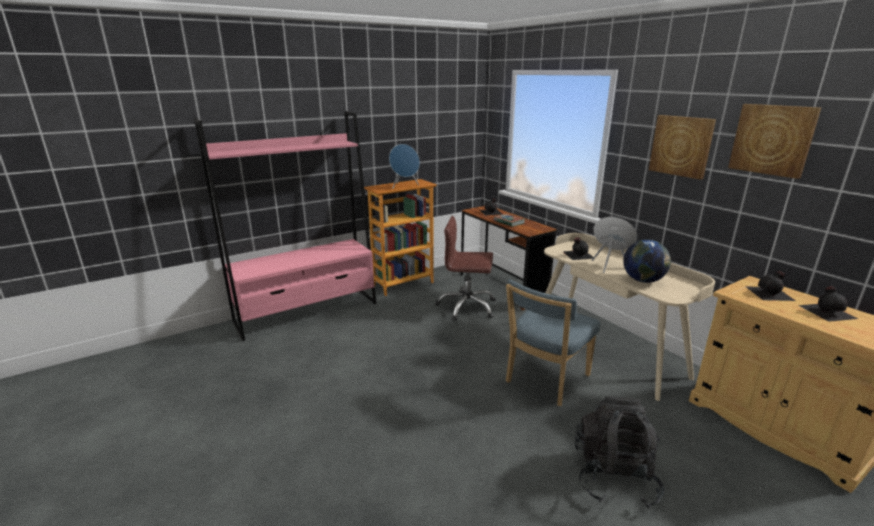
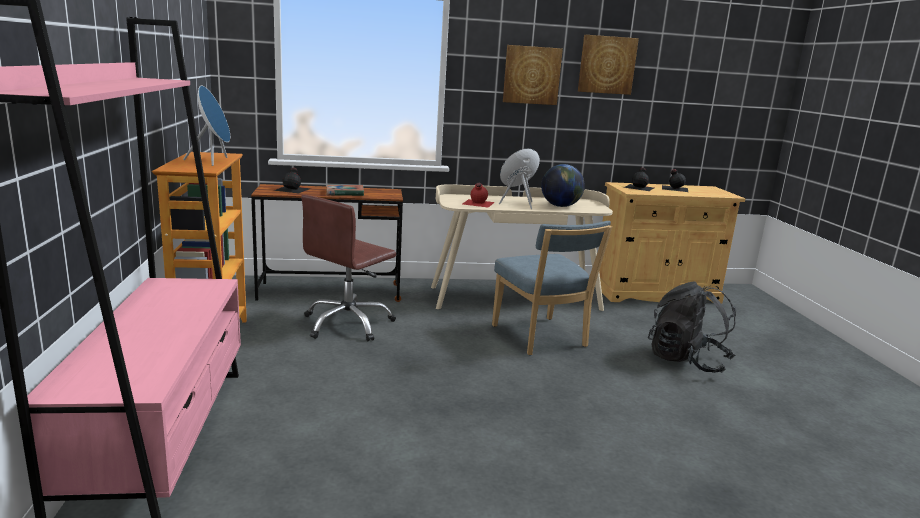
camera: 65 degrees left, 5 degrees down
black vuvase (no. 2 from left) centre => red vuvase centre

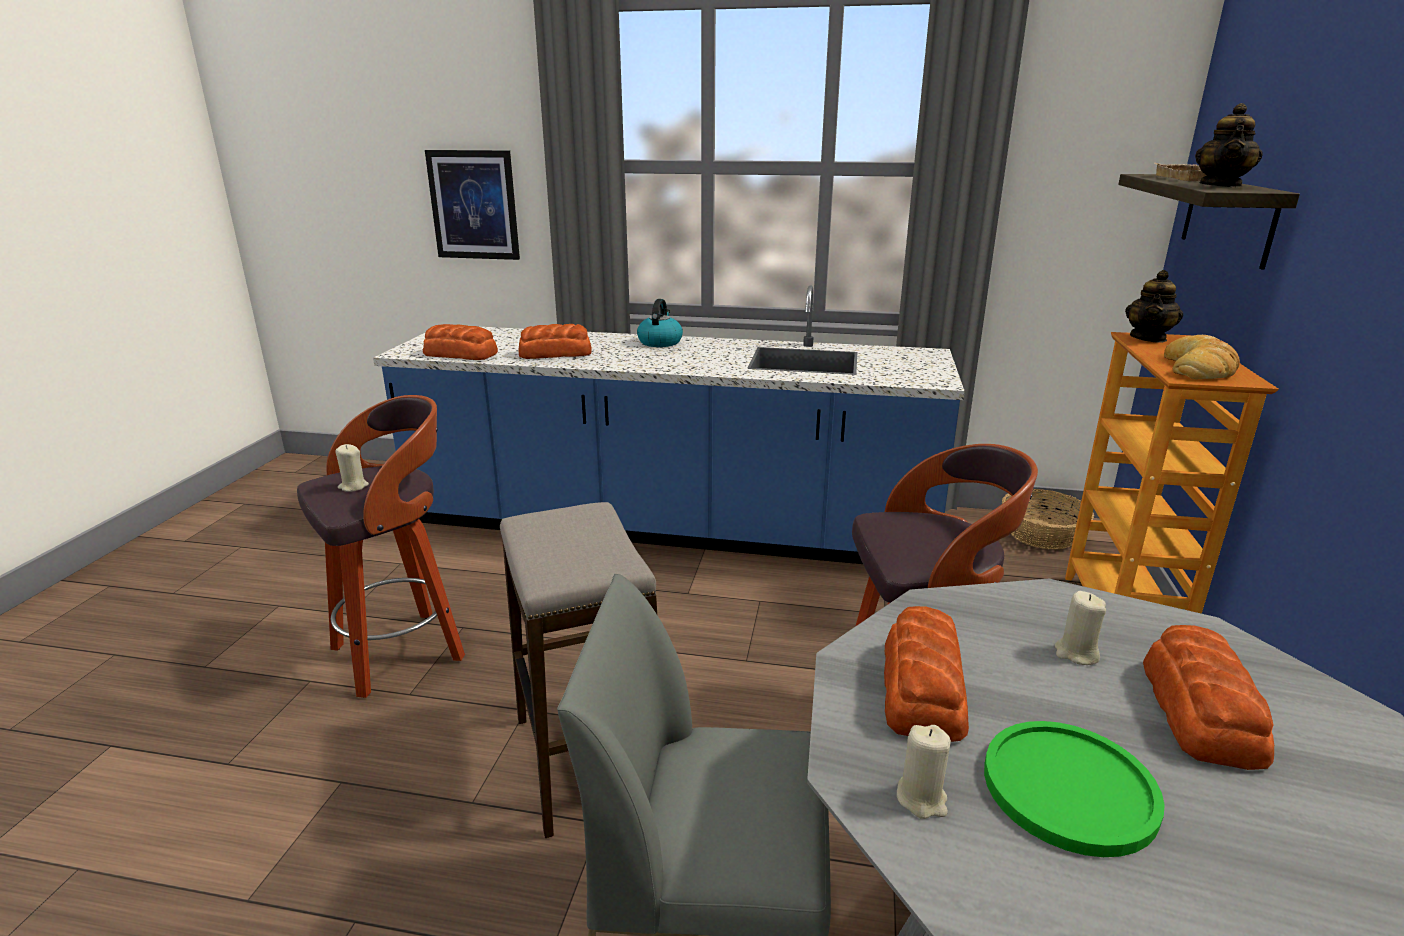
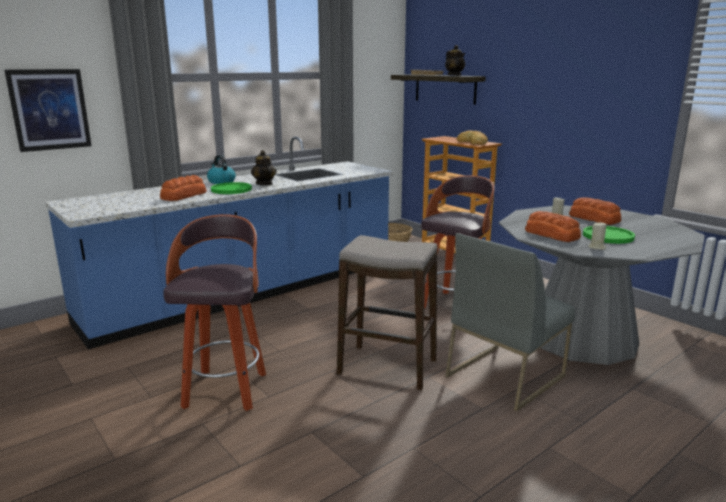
camera: 50 degrees left, 5 degrees down
nothing => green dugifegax (no. 1 from left) middle left
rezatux (no. 1 from left) top right => rezatux (no. 1 from left) top centre, shifted
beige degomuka (no. 1 from left) middle left => nothing
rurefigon (no. 1 from left) middle left => nothing

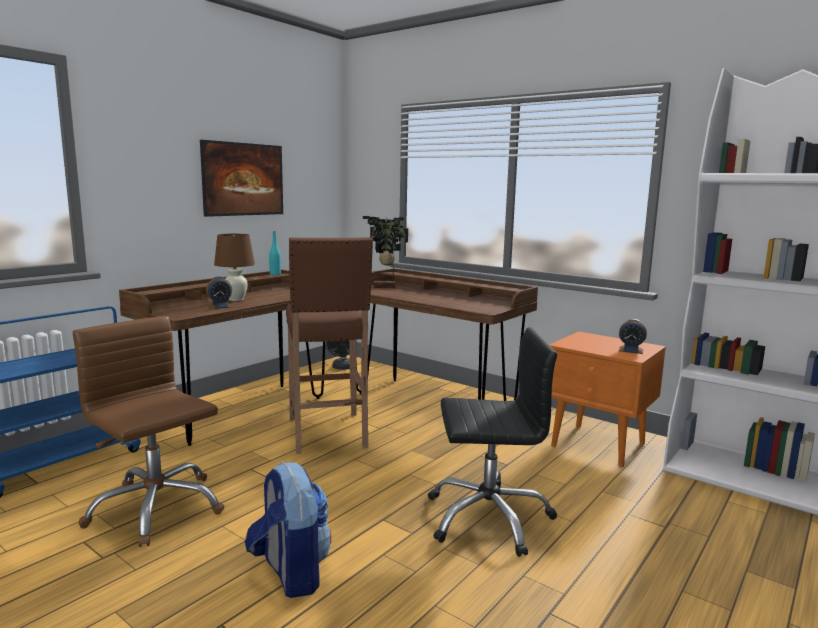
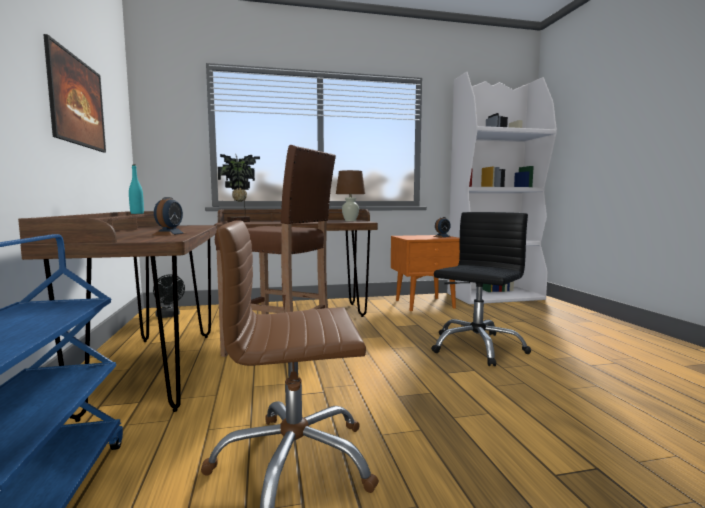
camera: 50 degrees left, 5 degrees down
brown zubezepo middle left => brown zubezepo centre, shifted
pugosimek bottom centre => nothing

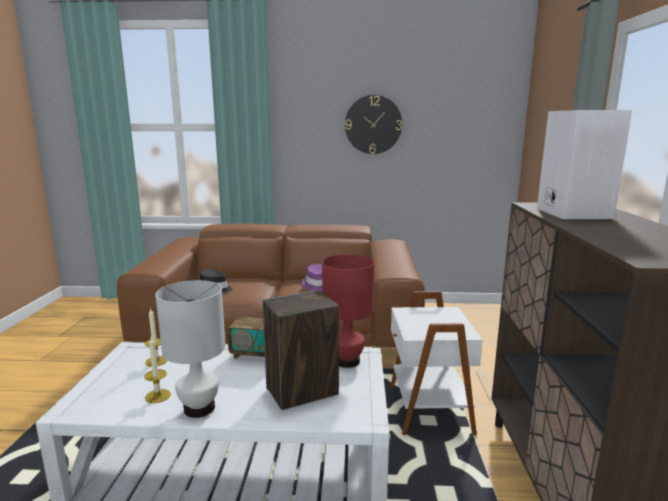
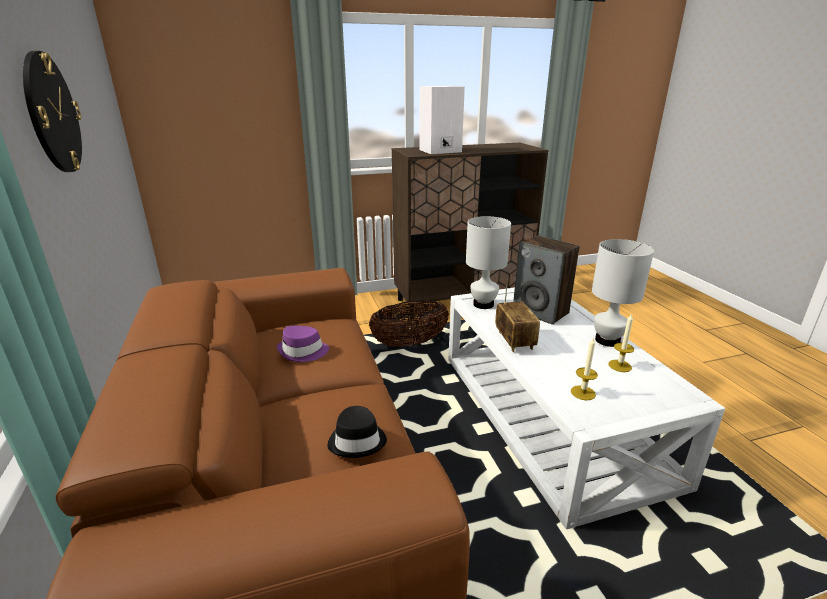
camera: 110 degrees left, 10 degrees up
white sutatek bottom centre => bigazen centre
red zubezepo centre => white zubezepo (no. 1 from left) centre

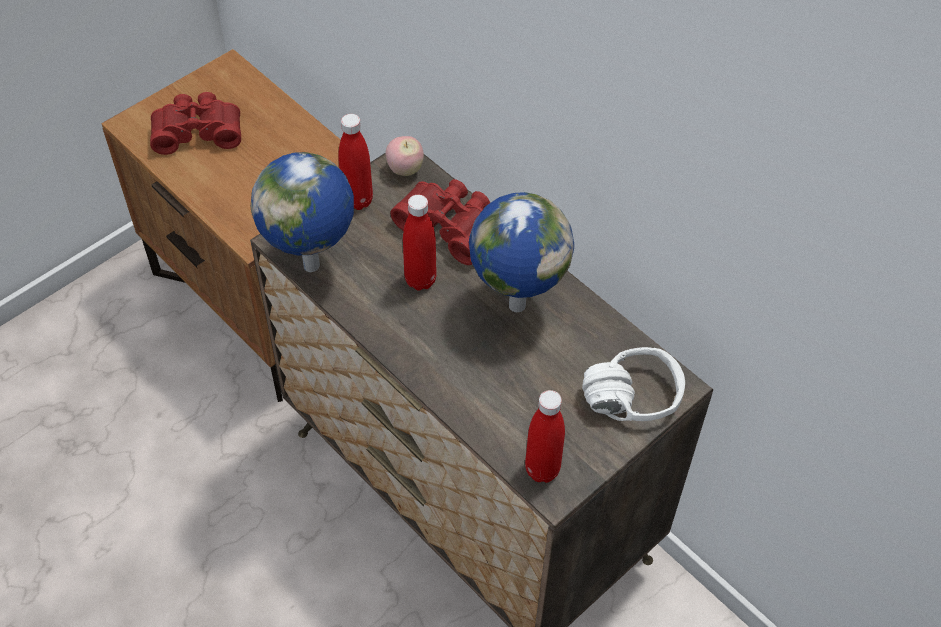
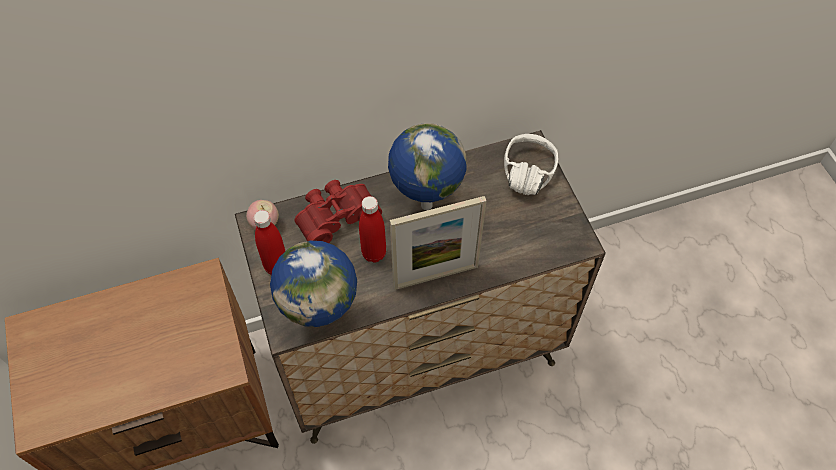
camera: 65 degrees left, 5 degrees up
nothing => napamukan centre
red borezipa (no. 1 from left) top left => nothing
red vuvase (no. 3 from left) bottom centre => nothing

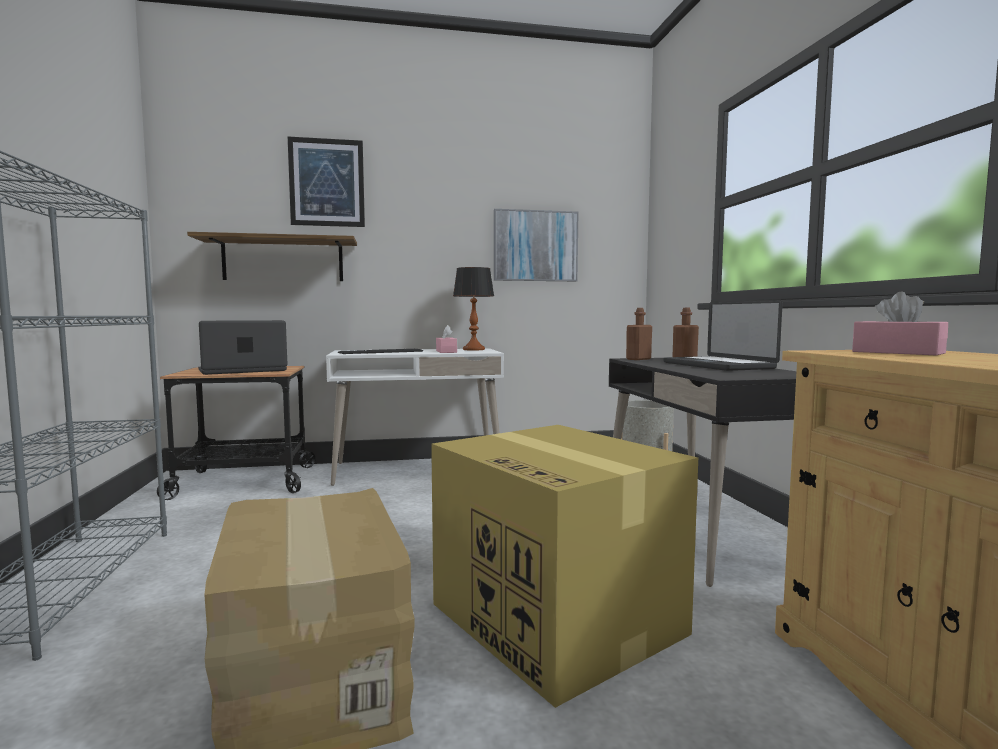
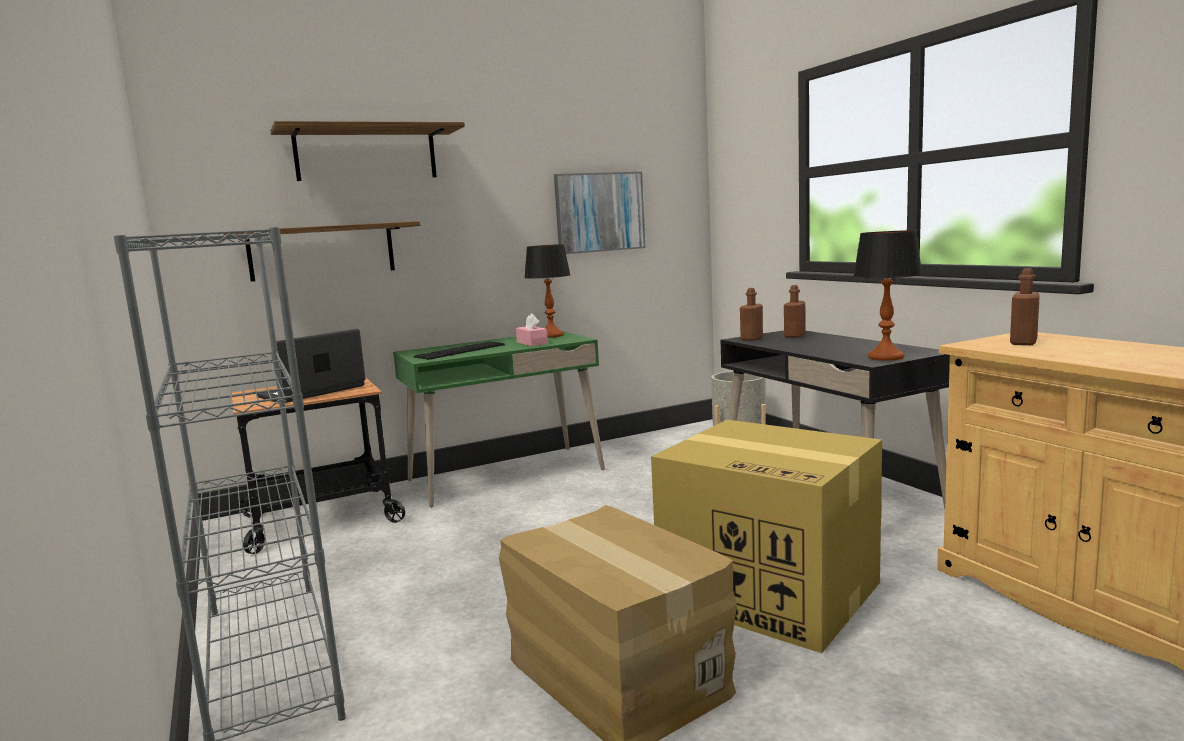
camera: 15 degrees left, 5 degrees up
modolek (no. 1 from left) top left => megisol (no. 2 from left) top left
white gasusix centre => green gasusix centre
nothing => zubezepo (no. 2 from left) middle right
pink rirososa (no. 2 from left) middle right => brown vuvase (no. 3 from left) middle right
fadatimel (no. 2 from left) middle right => nothing

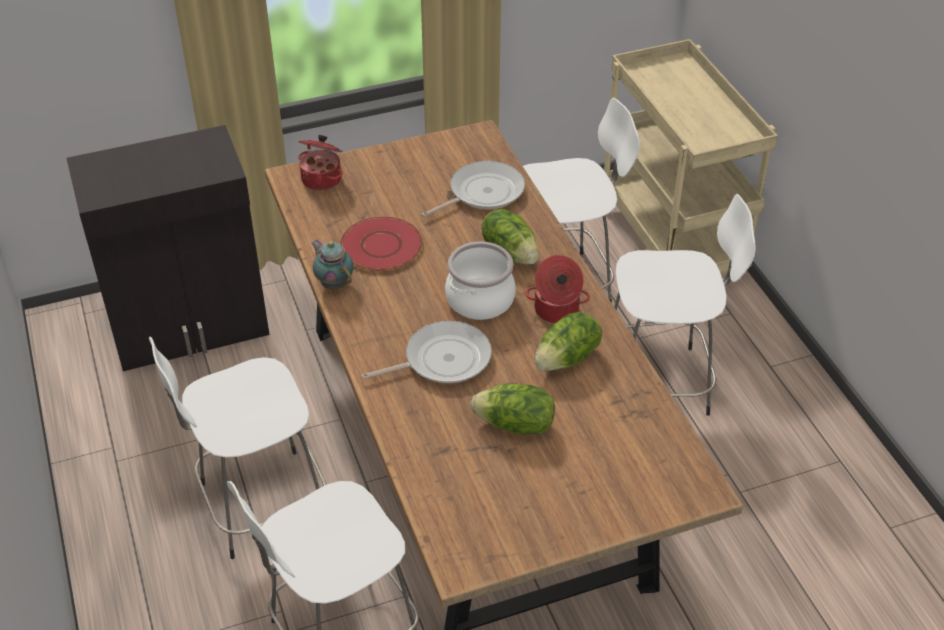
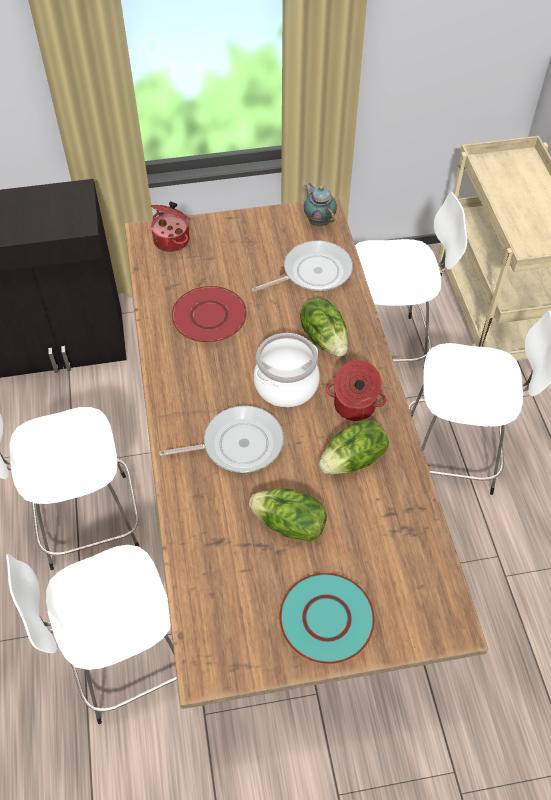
camera: 10 degrees right, 10 degrees up
nothing => turquoise dugifegax bottom centre
rezatux centre => rezatux top centre, shifted

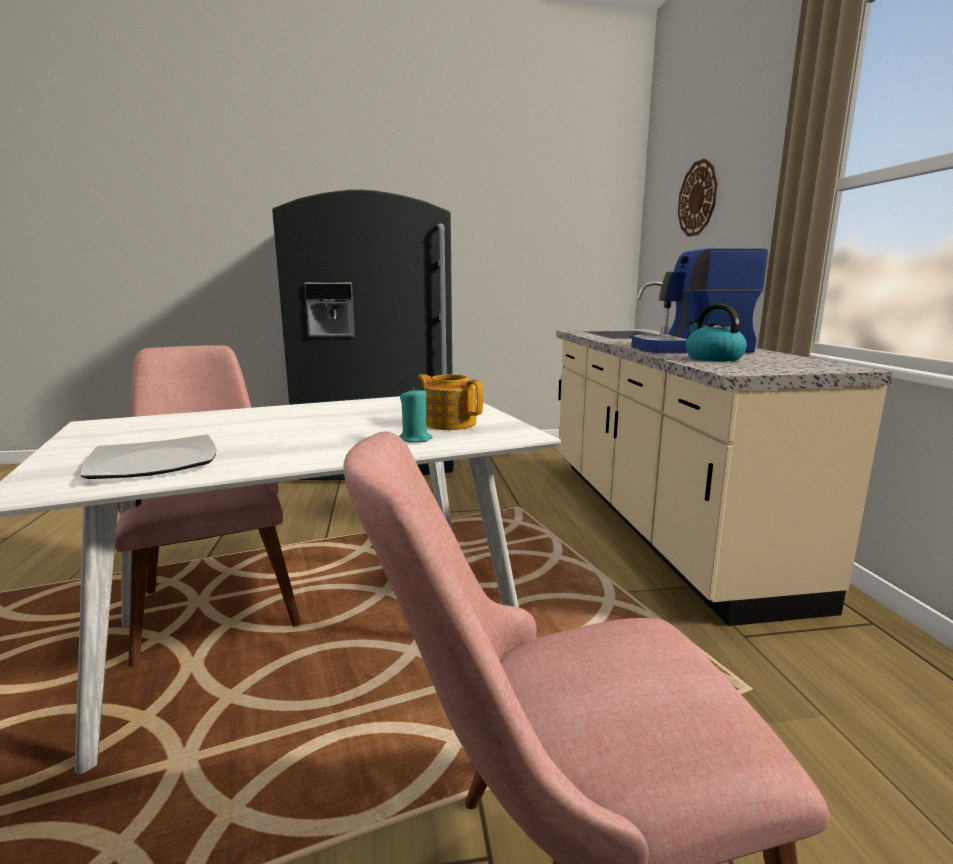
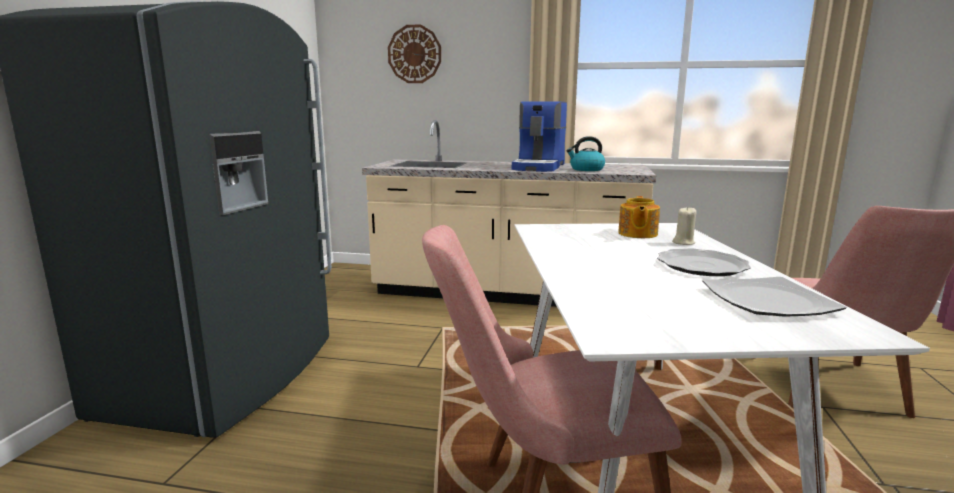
camera: 70 degrees left, 0 degrees up
rezatux centre => rezatux middle right, 45 degrees counterclockwise
nothing => dugifegax (no. 1 from left) middle right
turquoise degomuka centre => beige degomuka middle right

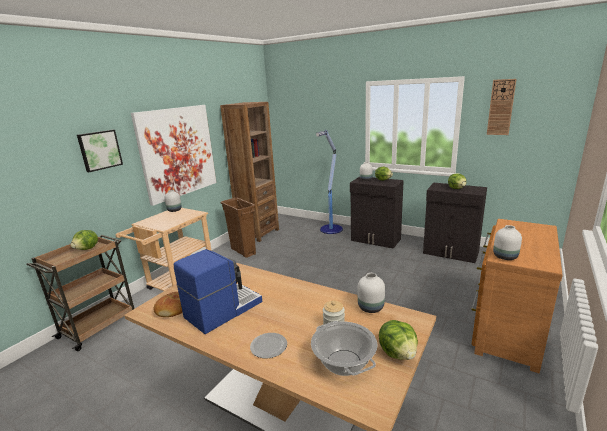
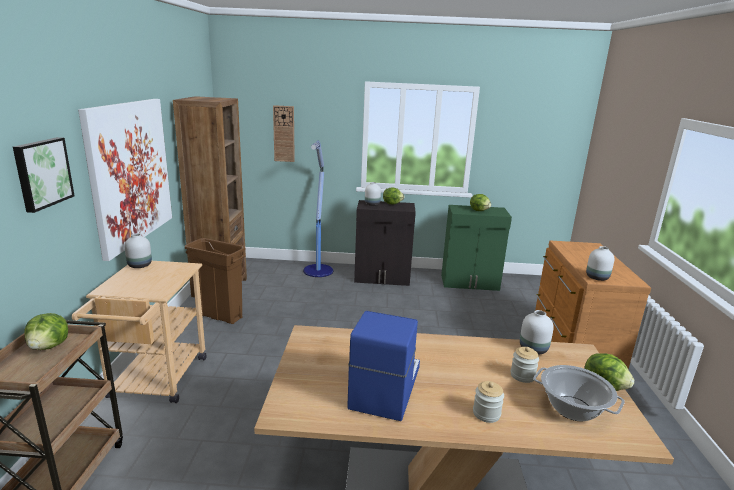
camera: 30 degrees left, 0 degrees up
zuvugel top right => zuvugel top centre, shifted
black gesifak (no. 2 from left) middle right => green gesifak centre
dugifegax bottom centre => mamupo (no. 1 from left) bottom centre
rurefigon bottom left => nothing

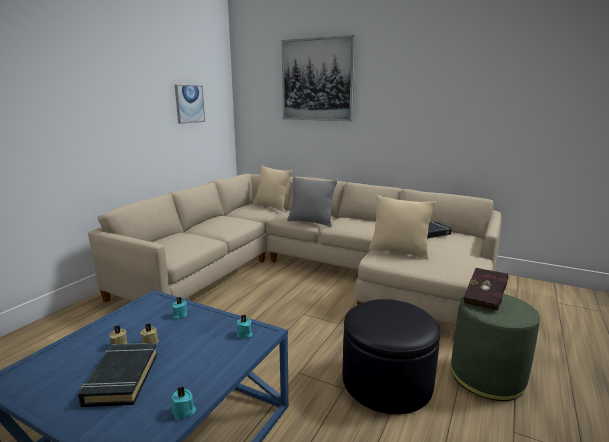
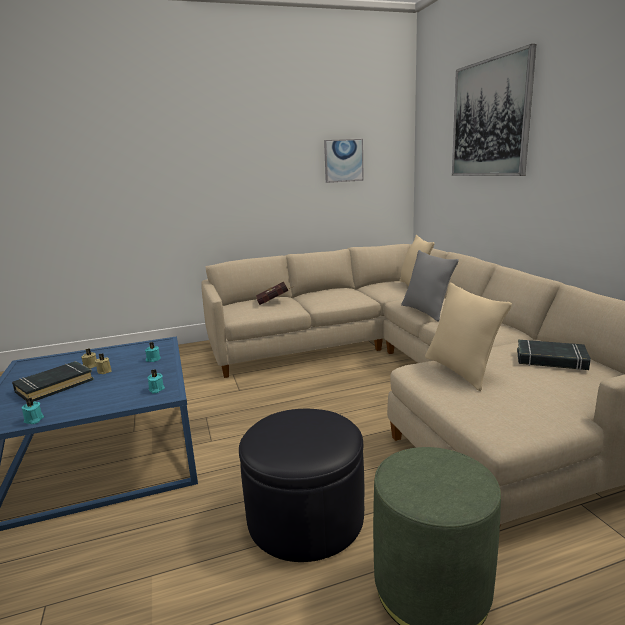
camera: 45 degrees right, 0 degrees up
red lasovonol middle right => red lasovonol centre, shifted

